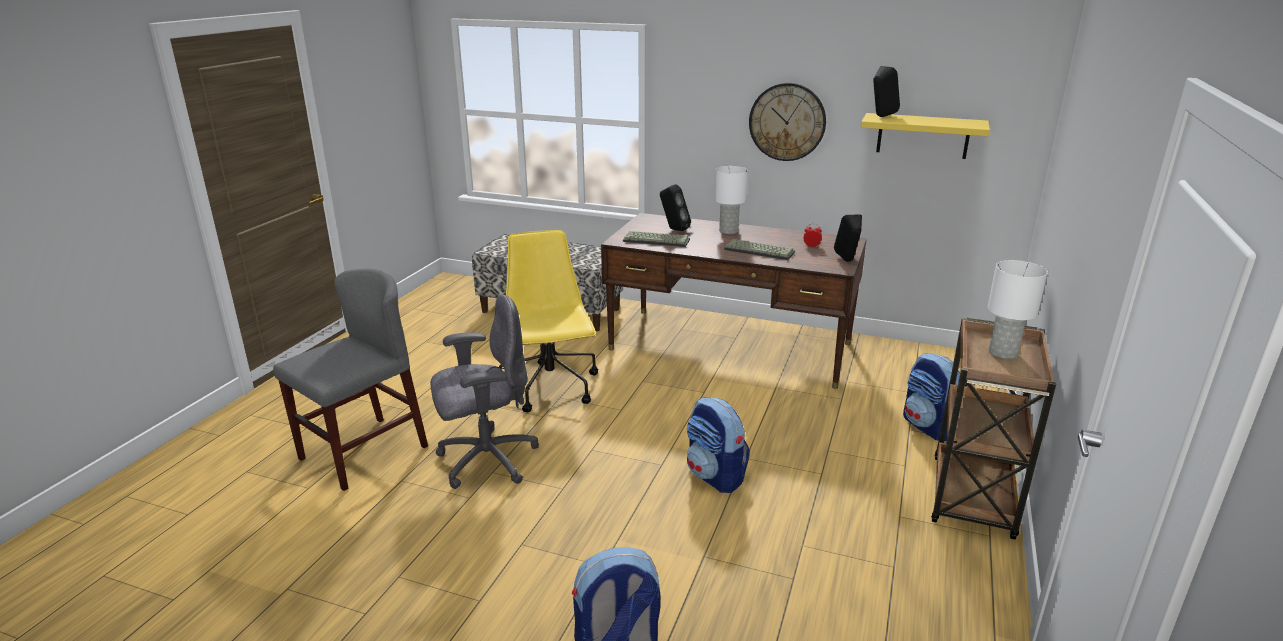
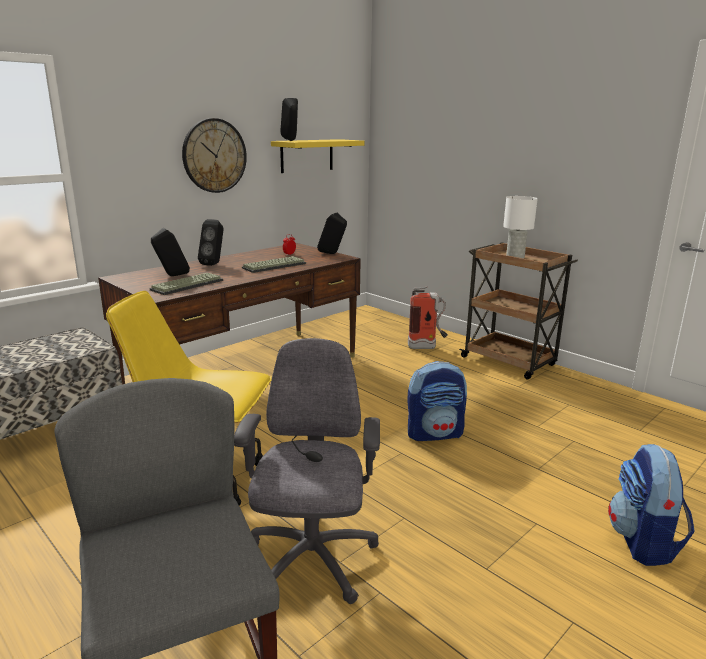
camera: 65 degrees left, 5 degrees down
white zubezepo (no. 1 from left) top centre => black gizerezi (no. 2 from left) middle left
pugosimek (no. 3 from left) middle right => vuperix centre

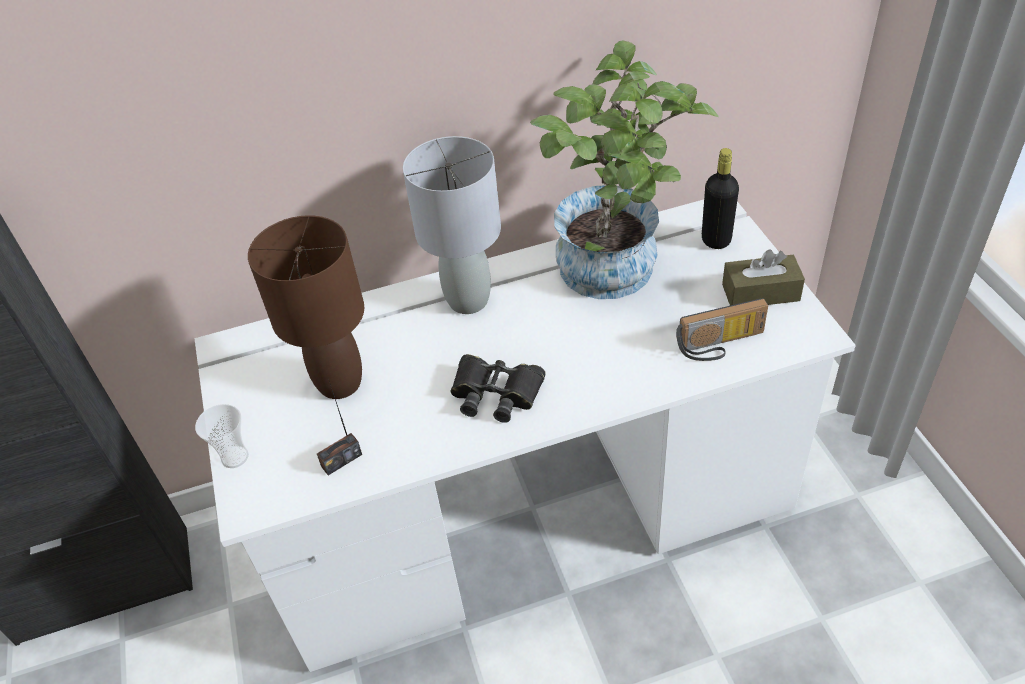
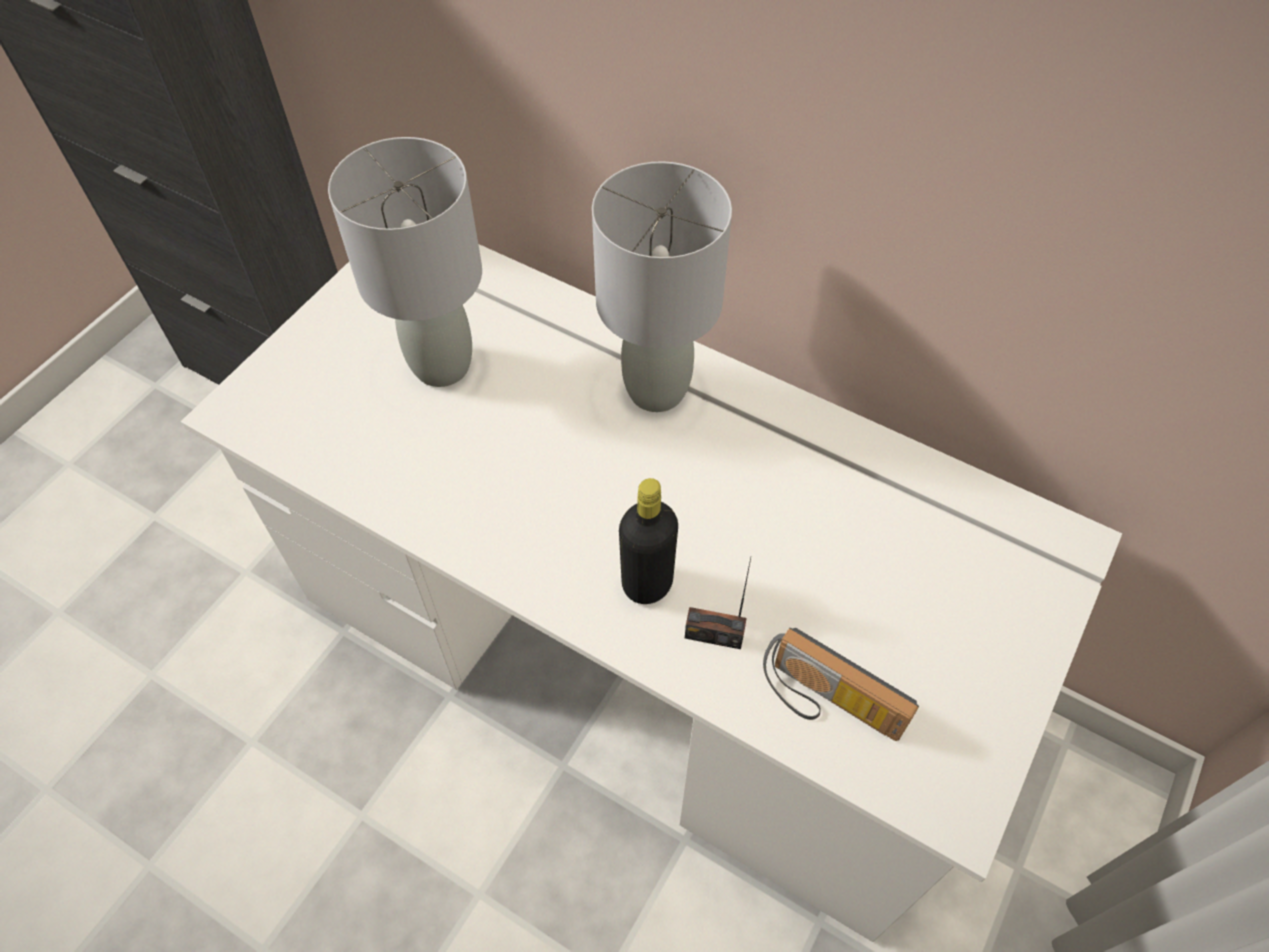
camera: 45 degrees right, 10 degrees up
brown zubezepo middle left => grey zubezepo (no. 1 from left) top left
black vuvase top right => black vuvase centre, shifted
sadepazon (no. 1 from left) middle left => sadepazon (no. 1 from left) centre, shifted
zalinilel middle left => nothing
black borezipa centre => nothing
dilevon top centre => nothing
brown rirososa middle right => nothing

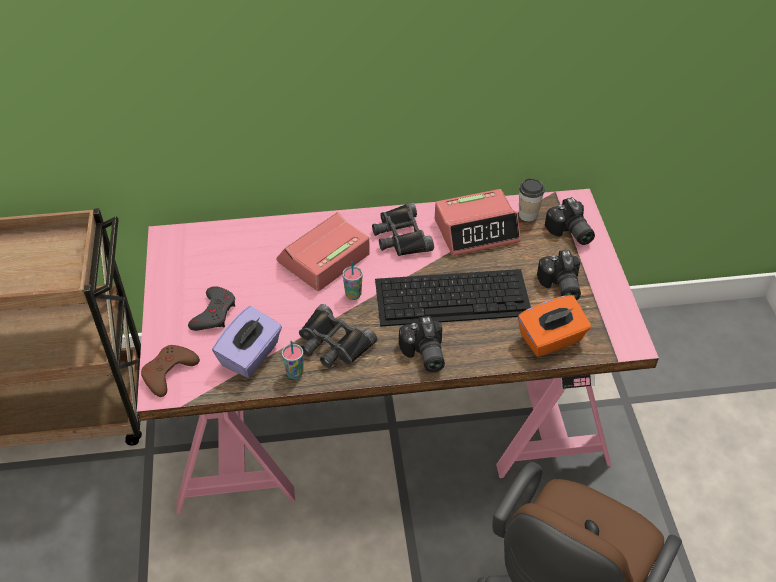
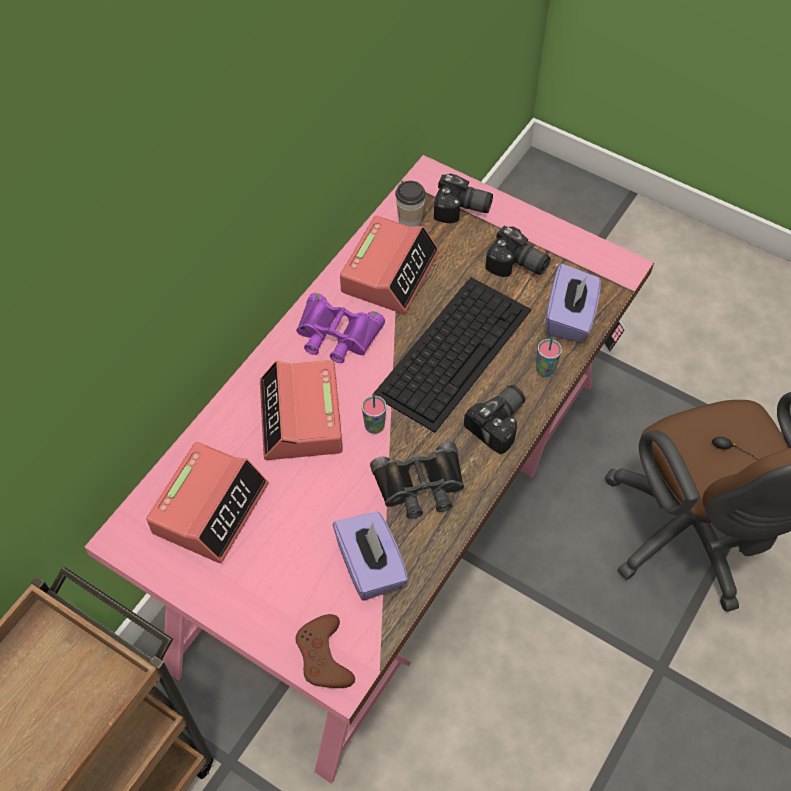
camera: 50 degrees left, 10 degrees up
nothing => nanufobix (no. 1 from left) middle left
black borezipa (no. 2 from left) centre => purple borezipa centre
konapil (no. 1 from left in the first image) centre => konapil (no. 2 from left) centre, 75 degrees counterclockwise
zalinilel (no. 1 from left in the first image) centre => zalinilel (no. 3 from left) middle right, shifted
orange rirososa middle right => purple rirososa (no. 2 from left) middle right
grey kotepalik middle left => nothing

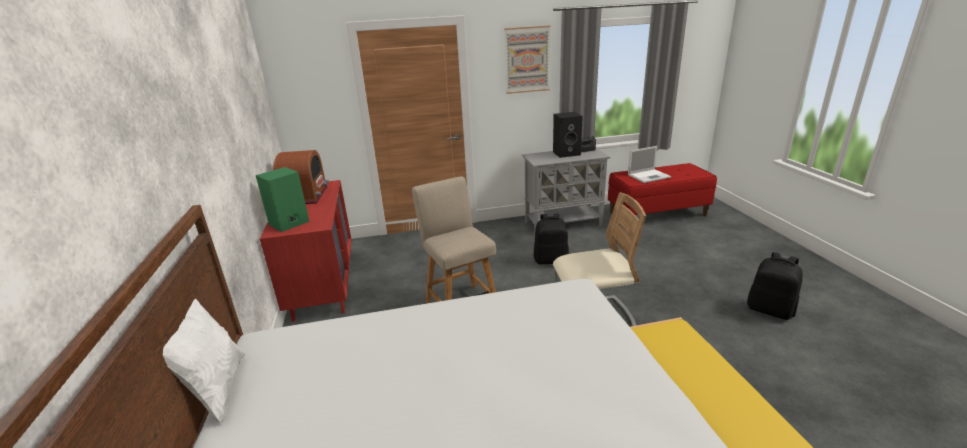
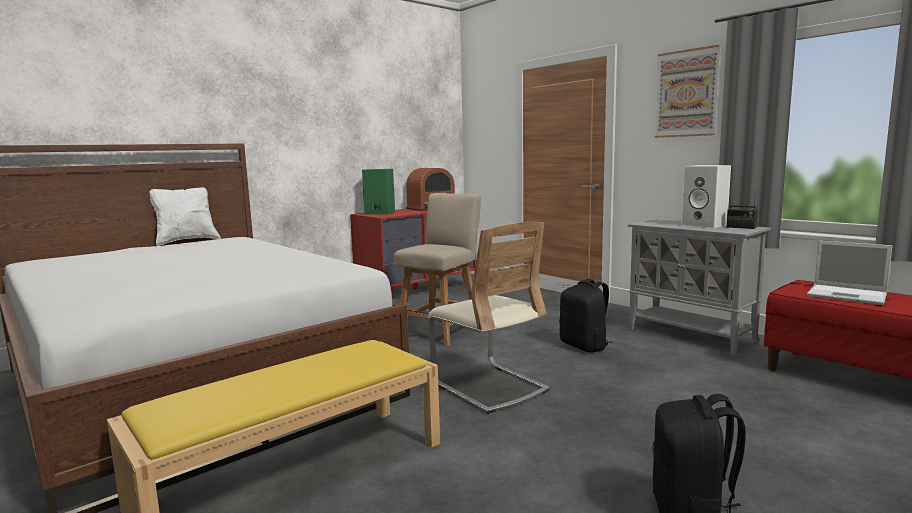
camera: 60 degrees right, 15 degrees down
black gizerezi top centre => white gizerezi middle right

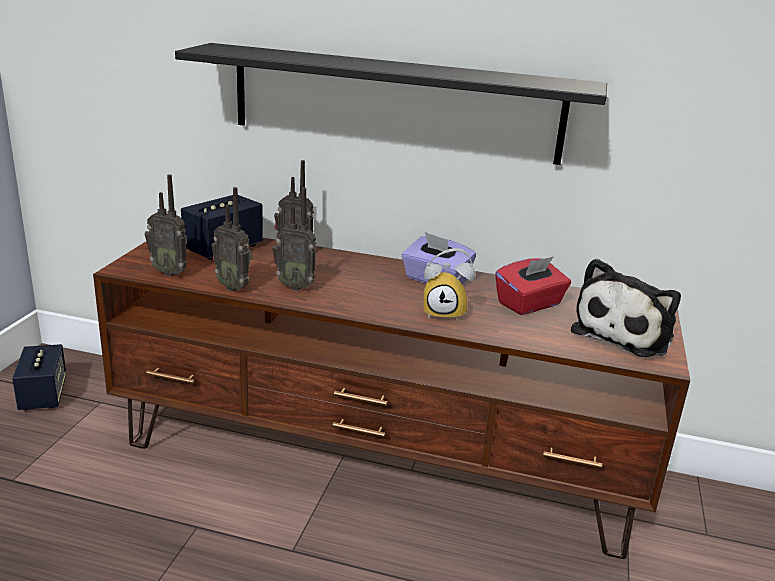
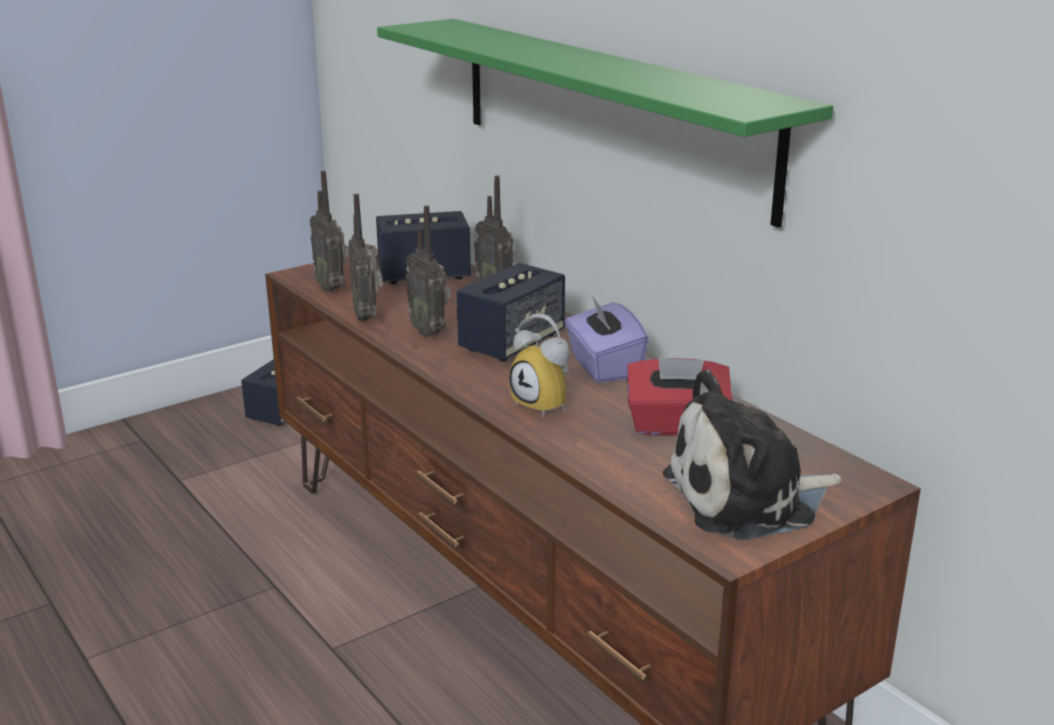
camera: 40 degrees right, 0 degrees up
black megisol top centre => green megisol top centre
nothing => gizerezi (no. 3 from left) centre

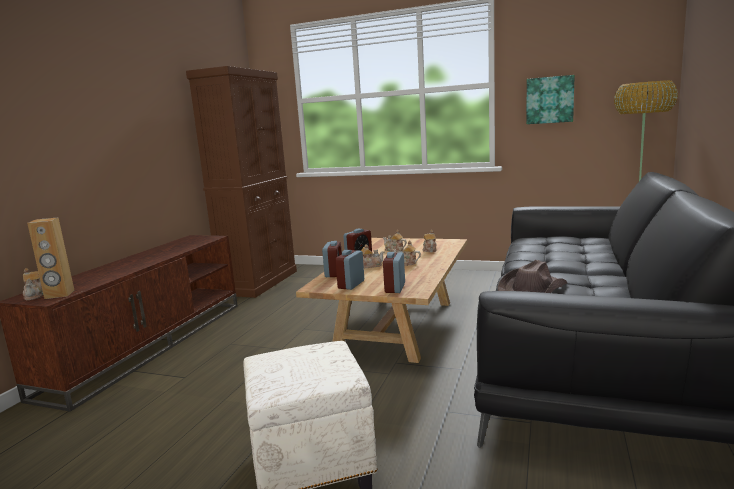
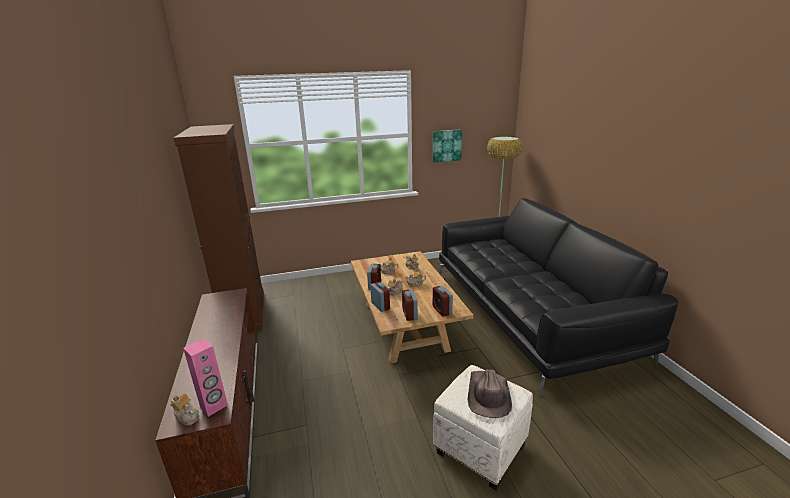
camera: 35 degrees left, 10 degrees up
brown gizerezi middle left => pink gizerezi bottom left
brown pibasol middle right => brown pibasol bottom centre, shifted

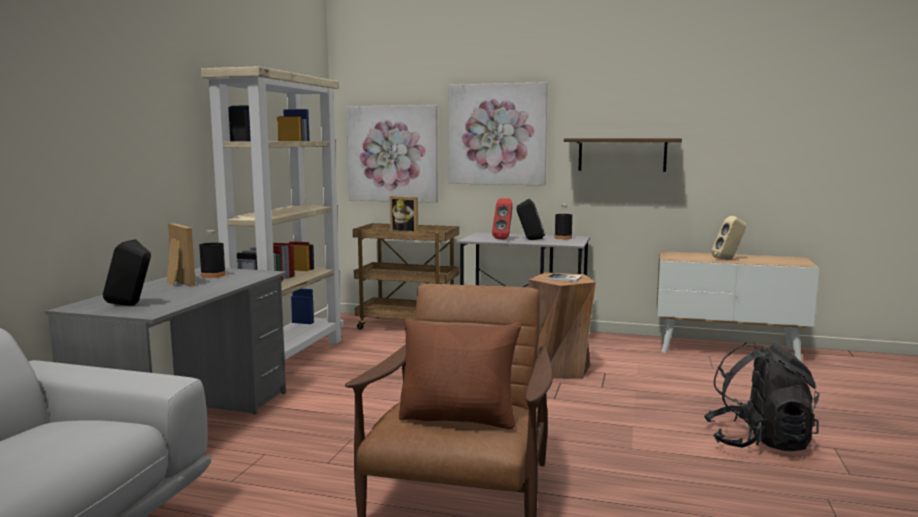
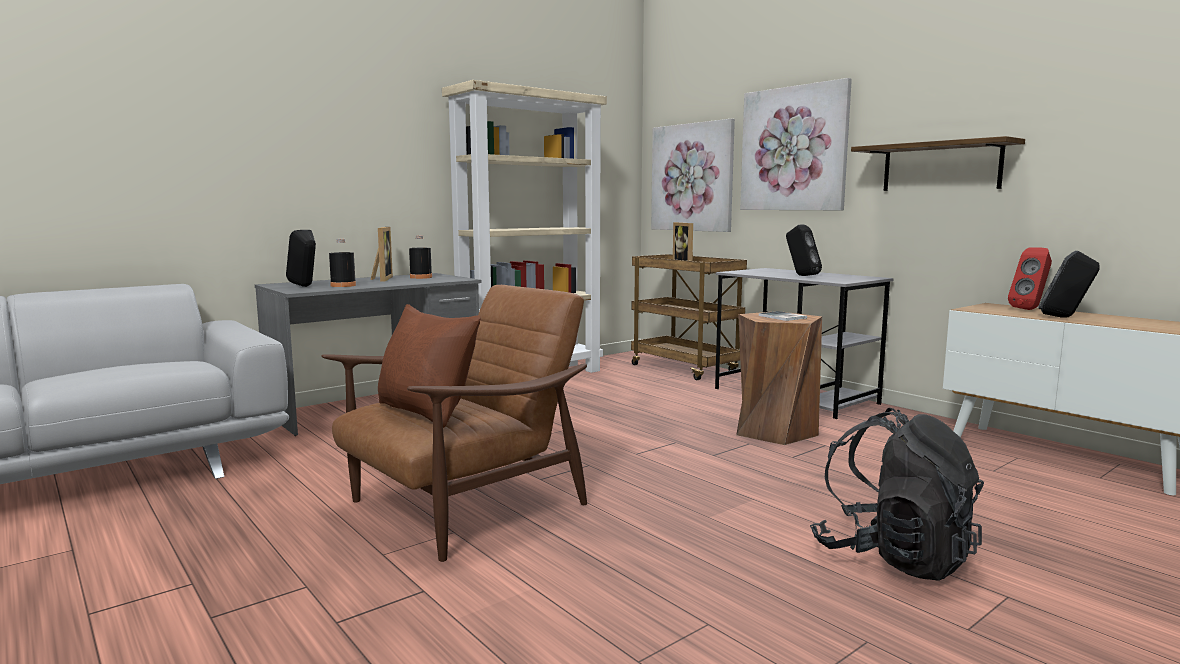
camera: 35 degrees right, 0 degrees up
black vuvase (no. 2 from left in the first image) centre => black vuvase (no. 1 from left) middle left, shifted
red gizerezi centre => red gizerezi middle right, shifted
beige gizerezi middle right => black gizerezi (no. 3 from left) middle right

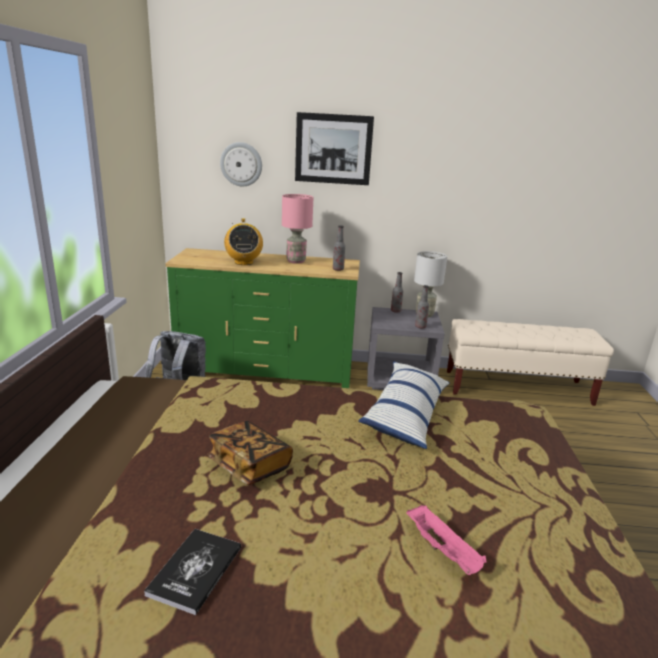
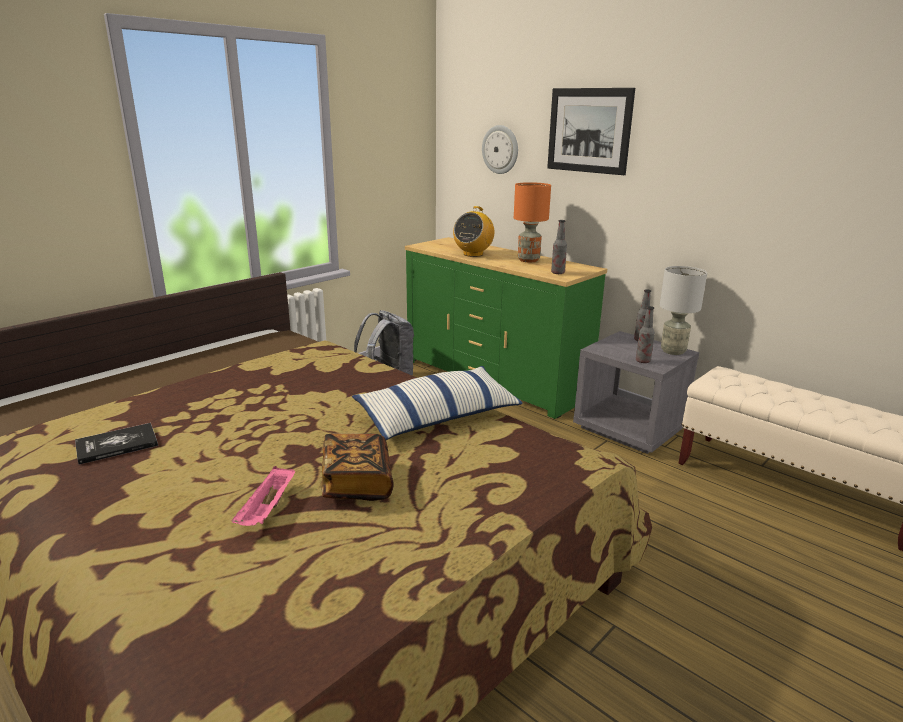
camera: 40 degrees right, 0 degrees up
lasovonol (no. 2 from left) bottom centre => lasovonol (no. 2 from left) centre, shifted
pink zubezepo centre => orange zubezepo top centre

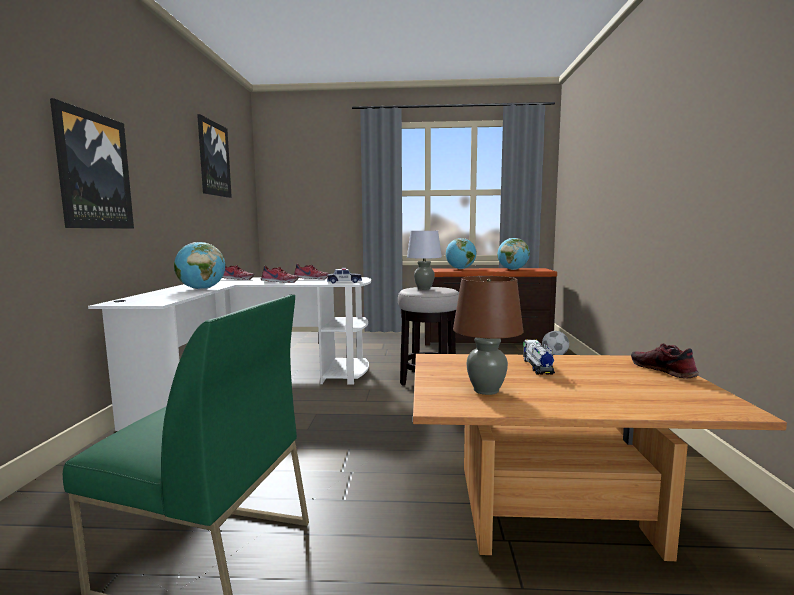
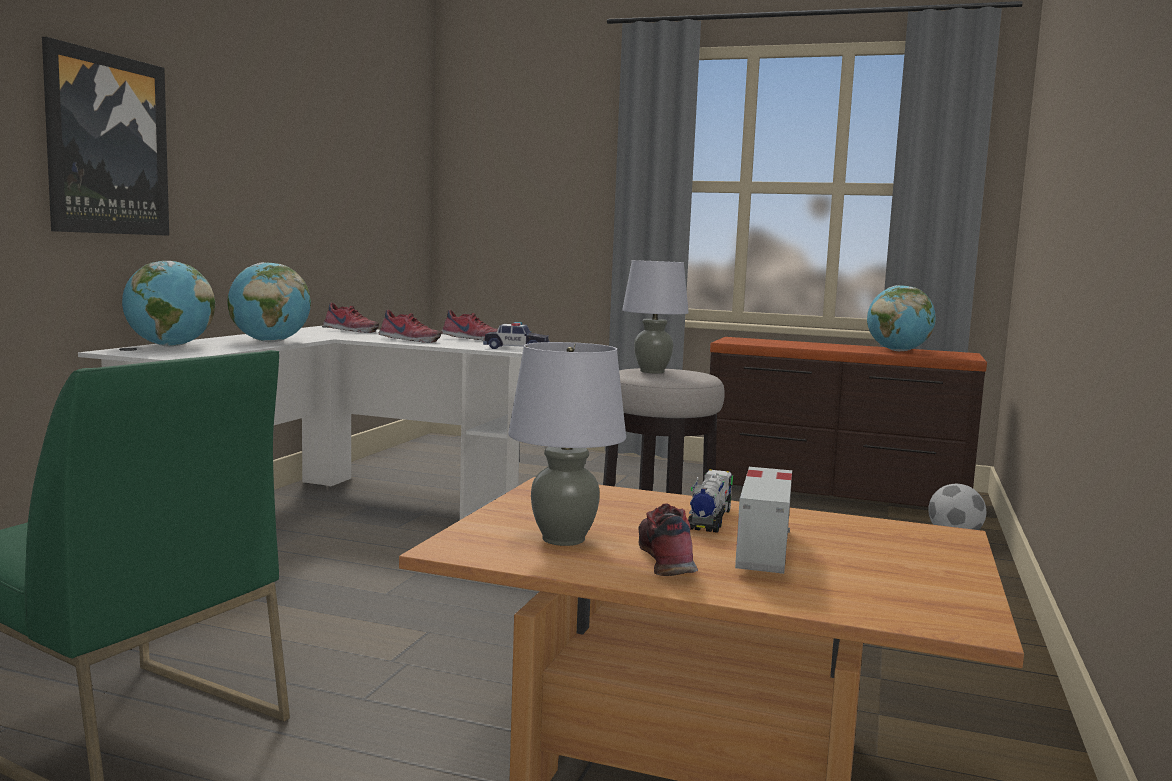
camera: 15 degrees right, 0 degrees up
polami (no. 2 from left in the first image) centre => polami (no. 1 from left) middle left, shifted
brown zubezepo centre => grey zubezepo (no. 1 from left) centre
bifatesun (no. 4 from left) middle right => bifatesun (no. 4 from left) bottom centre, shifted
nothing => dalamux (no. 2 from left) centre
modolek (no. 2 from left) top left => nothing

